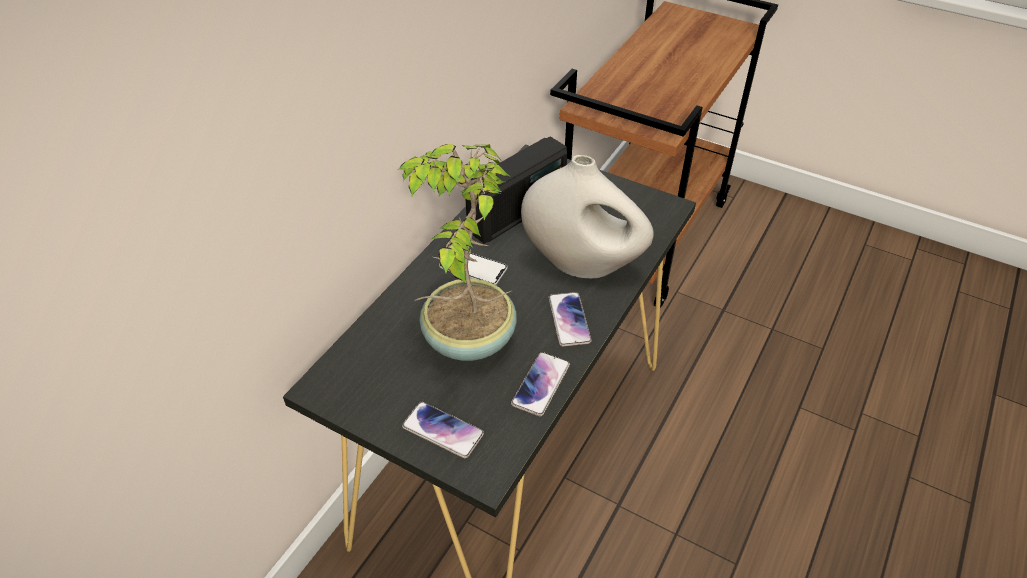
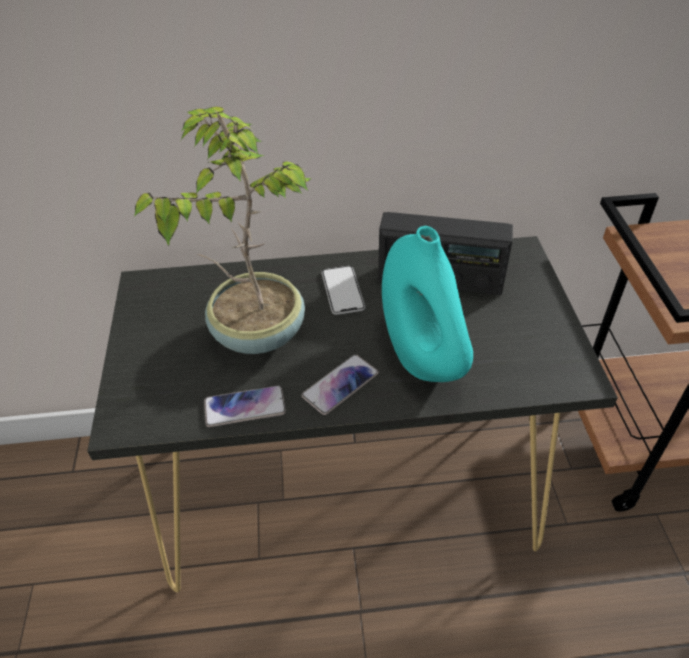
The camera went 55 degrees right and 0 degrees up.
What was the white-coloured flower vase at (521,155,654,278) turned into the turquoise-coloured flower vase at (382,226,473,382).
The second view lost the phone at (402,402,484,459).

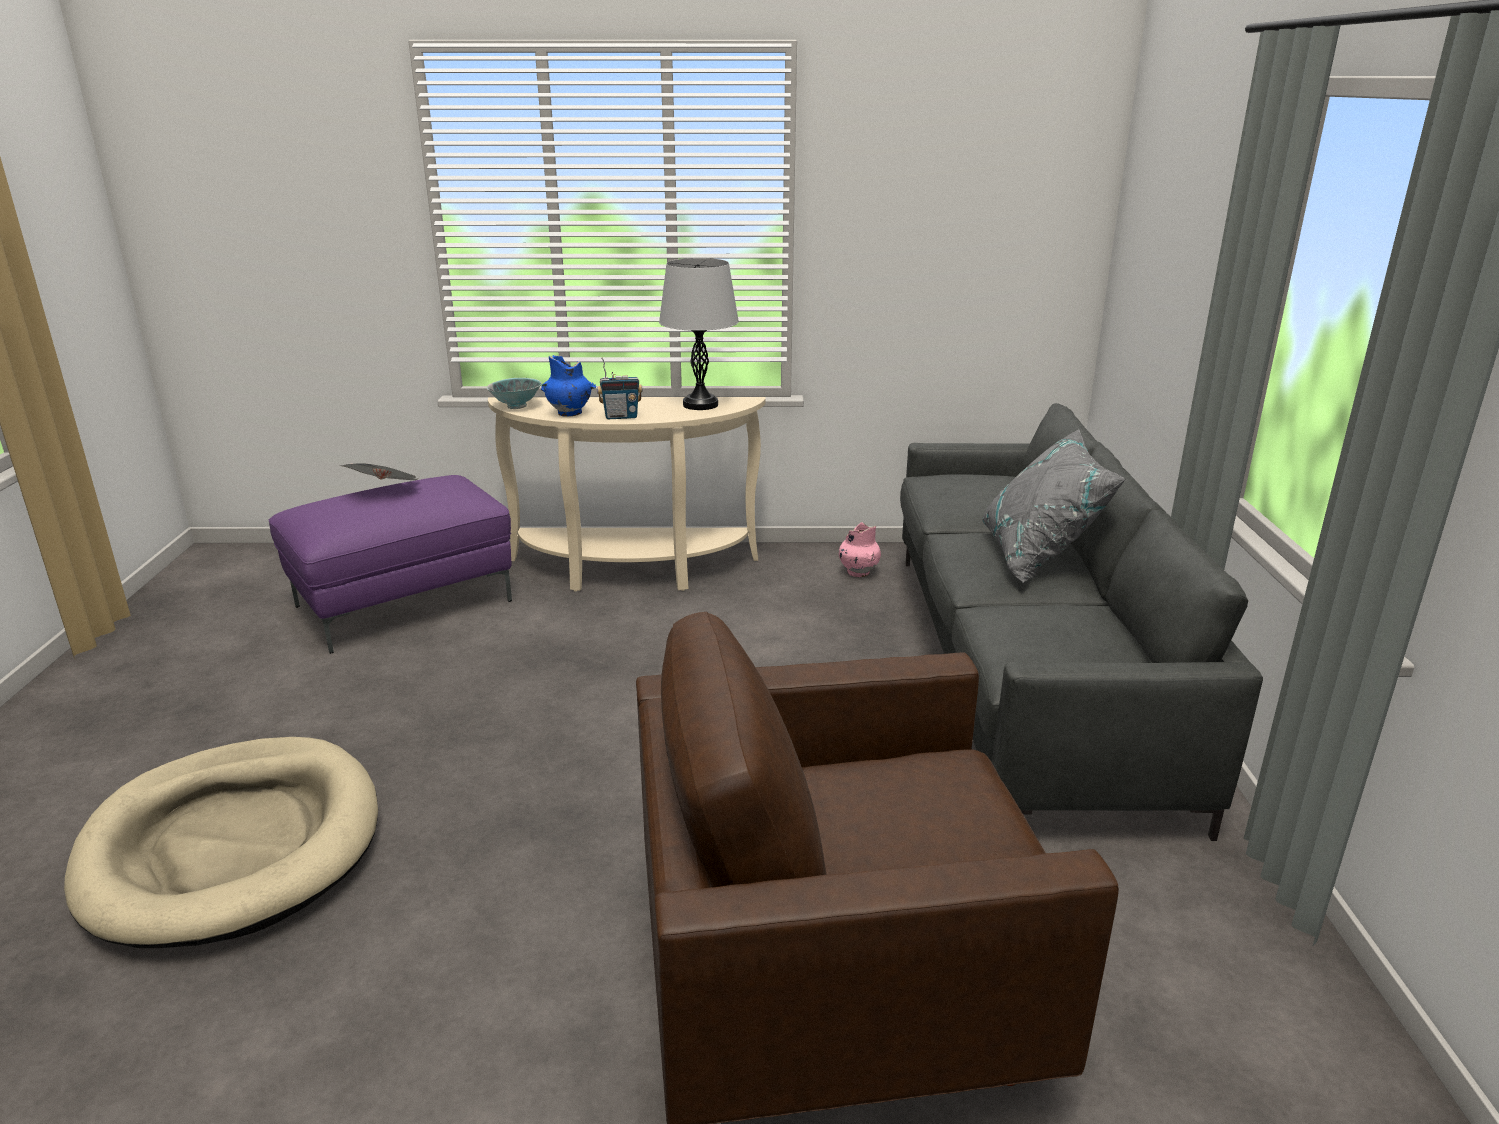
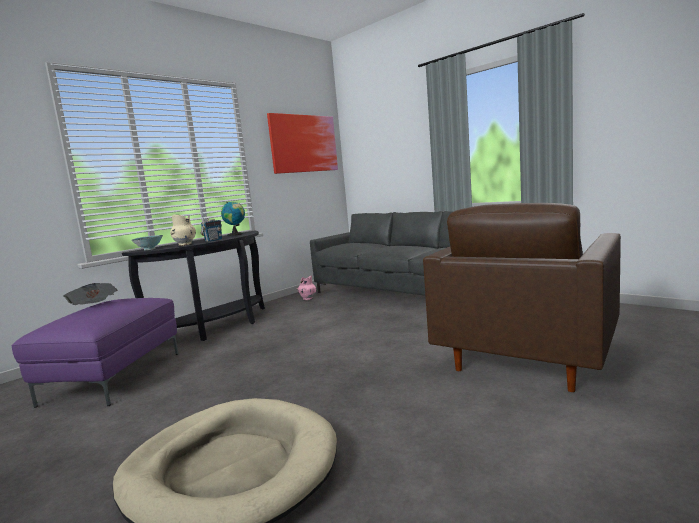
The camera went 45 degrees left and 15 degrees down.
Where the grey lamp for a table stood at (659,258,739,410), the globe came to stand at (221,202,245,236).
What was the blue-coloured flower vase at (541,355,596,417) turned into the beige-coloured flower vase at (170,214,196,246).
What was the beige-coloured narrow table at (488,397,766,591) turned into the black narrow table at (122,231,265,341).
The second view lost the grey cushion at (982,429,1126,582).
The second view gained the wall art at (267,113,338,174).

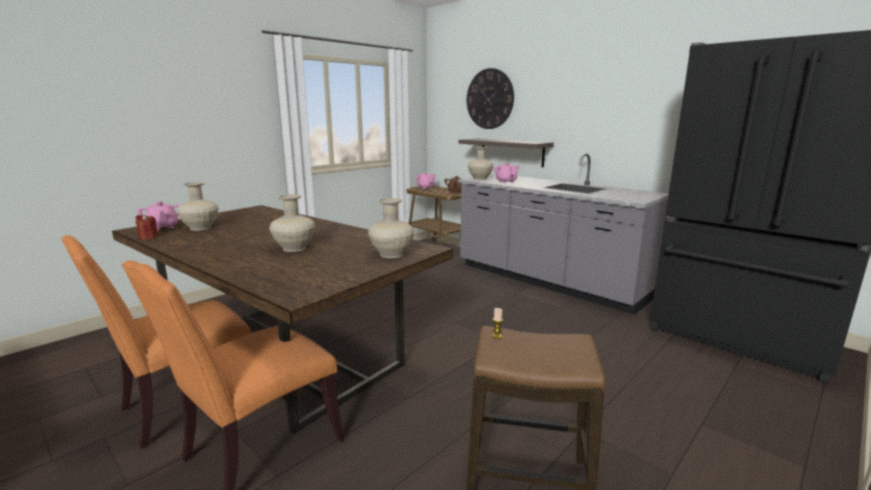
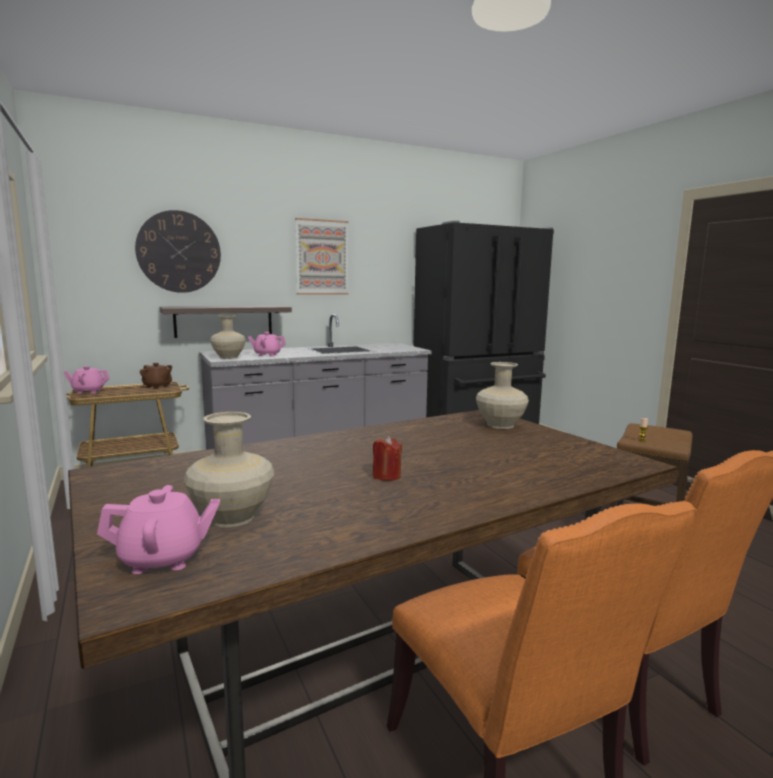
The camera went 70 degrees left and 5 degrees down.
The second view lost the beige-coloured flower vase at (269,194,315,252).
The red wax light ended up elsewhere, having gone from (136,214,158,239) to (373,436,402,481).
The second view gained the wall art at (295,218,348,295).

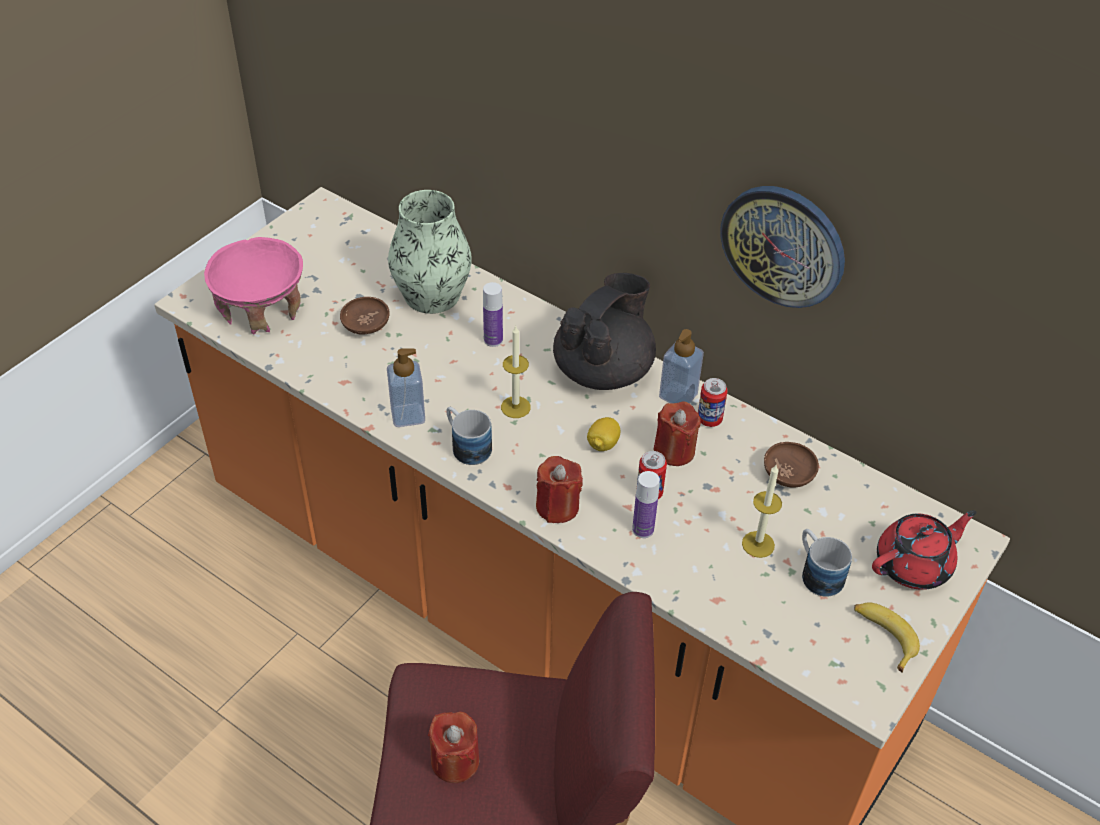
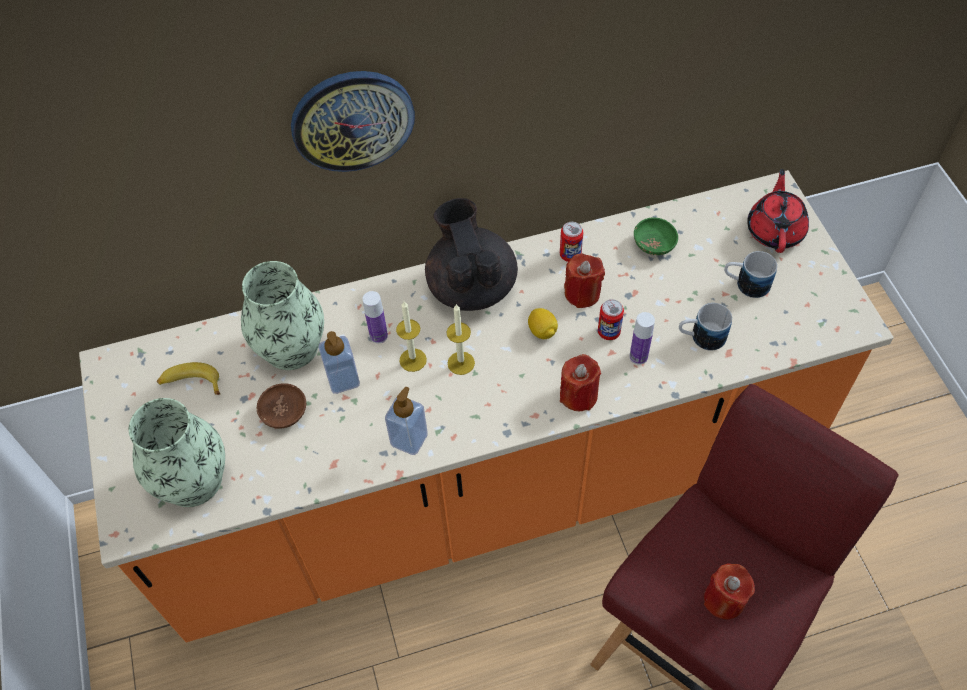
The camera went 50 degrees left and 10 degrees up.
The clock on the wall ended up elsewhere, having gone from (720,186,845,308) to (291,71,415,172).
Where the pink bowl stood at (204,237,303,334), the flower vase came to stand at (129,398,225,507).
The soap bottle ended up elsewhere, having gone from (659,329,704,404) to (319,331,360,394).
The mug ended up elsewhere, having gone from (446,407,492,465) to (679,303,732,351).
What was the brown bowl at (764,442,819,487) turned into the green-coloured bowl at (634,218,678,255).
The wax light ended up elsewhere, having gone from (742,465,782,558) to (396,301,427,372).
The banana ended up elsewhere, having gone from (854,602,920,673) to (157,362,220,395).

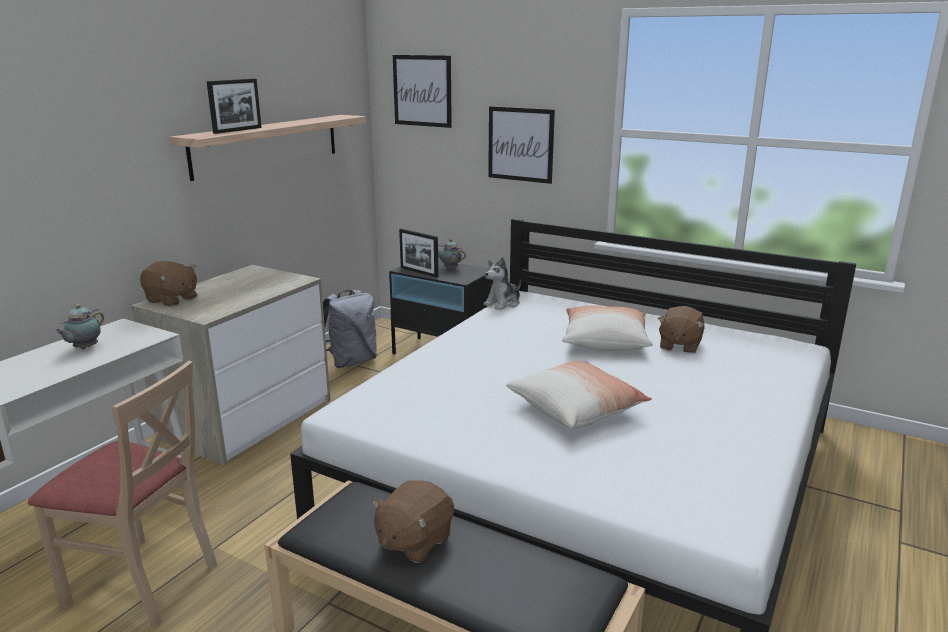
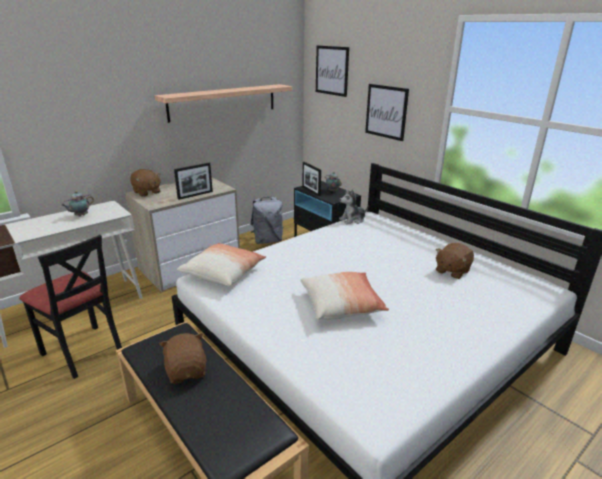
The camera went 20 degrees right and 5 degrees up.
The standing frame ended up elsewhere, having gone from (207,79,262,134) to (174,163,213,200).
The cushion ended up elsewhere, having gone from (562,306,653,351) to (177,243,266,286).
What was the beige-coloured plain chair at (28,361,217,627) turned into the black plain chair at (19,235,122,379).
The brown soft toy at (372,480,454,563) ended up facing another way, 105 degrees clockwise from before.

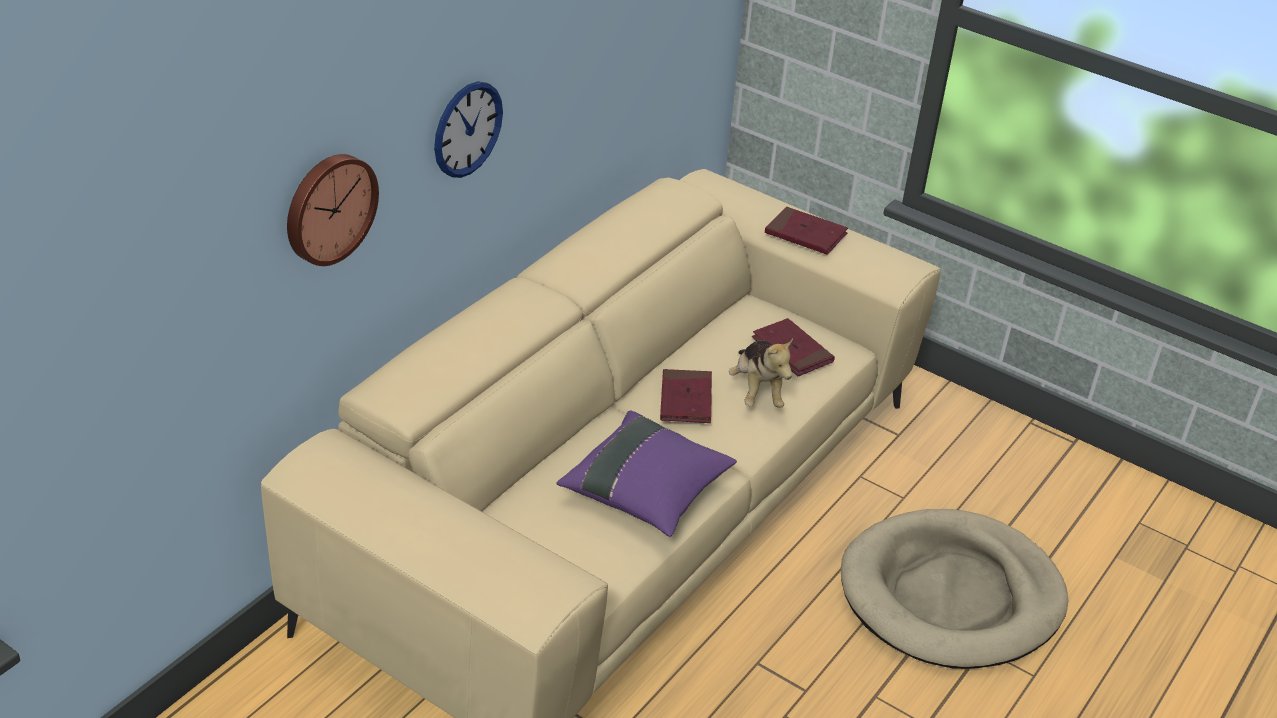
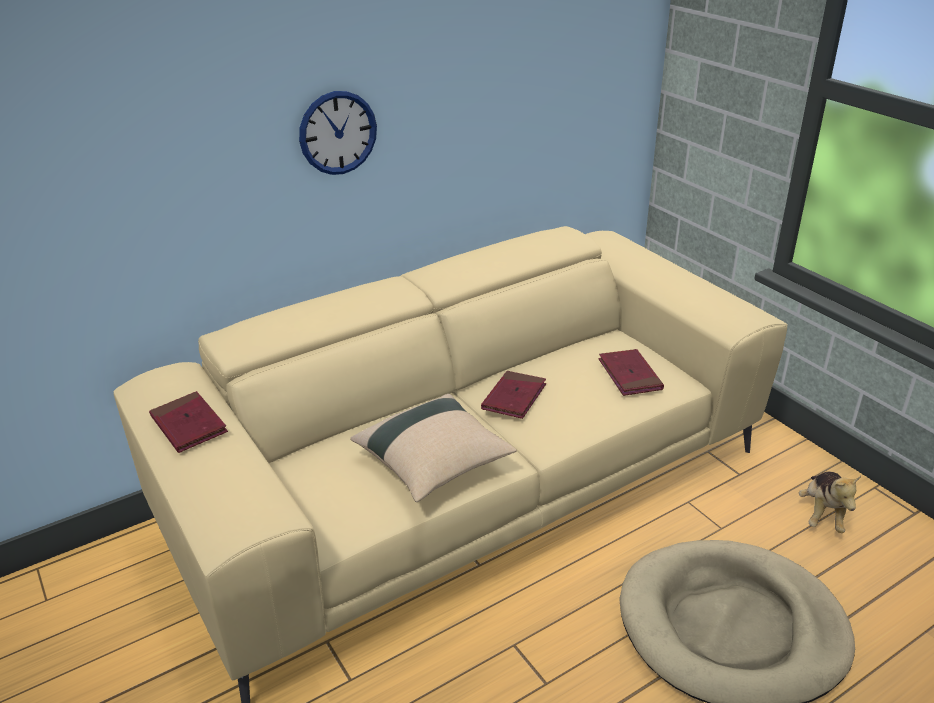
The camera went 25 degrees right and 5 degrees down.
The second view lost the clock on the wall at (287,154,379,266).
The red book ended up elsewhere, having gone from (765,207,848,255) to (149,391,228,453).
The soft toy ended up elsewhere, having gone from (729,339,793,408) to (799,472,861,533).
What was the purple-coloured cushion at (557,411,737,537) turned into the beige-coloured cushion at (350,394,517,502).

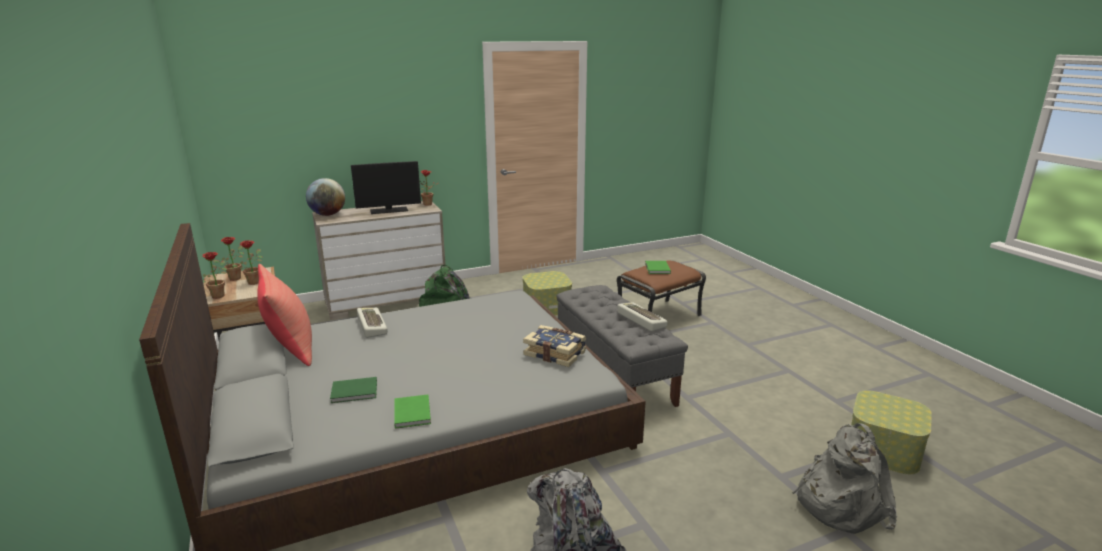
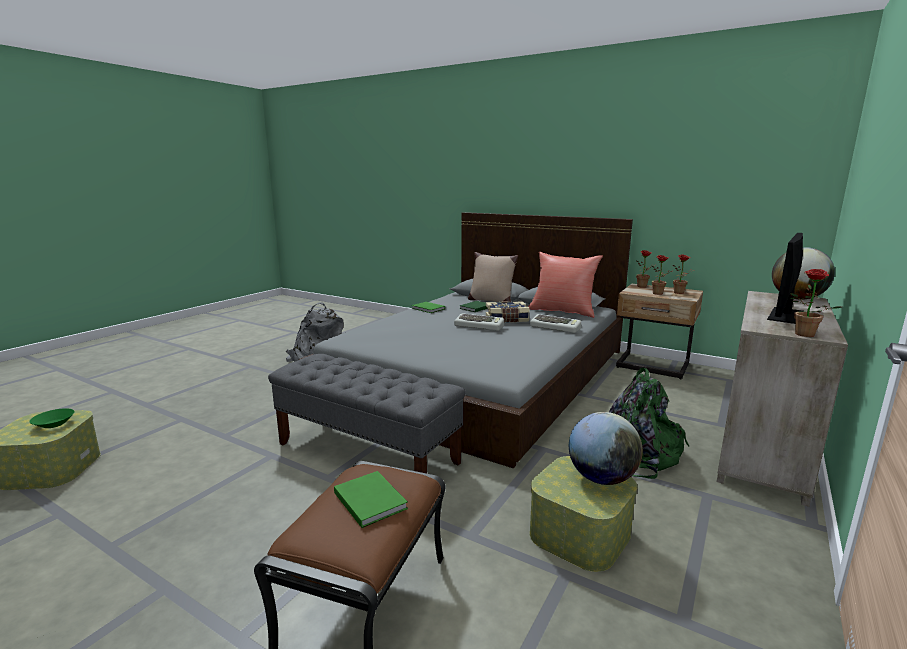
The camera went 145 degrees right and 5 degrees down.
The keyboard ended up elsewhere, having gone from (617,302,667,332) to (454,313,504,331).
The book ended up elsewhere, having gone from (523,325,586,367) to (486,301,530,323).
The second view lost the grey backpack at (792,423,897,534).
The second view gained the beige-coloured cushion at (468,252,518,303).
The second view gained the green-coloured bowl at (30,408,74,428).
The second view gained the globe at (569,412,643,485).

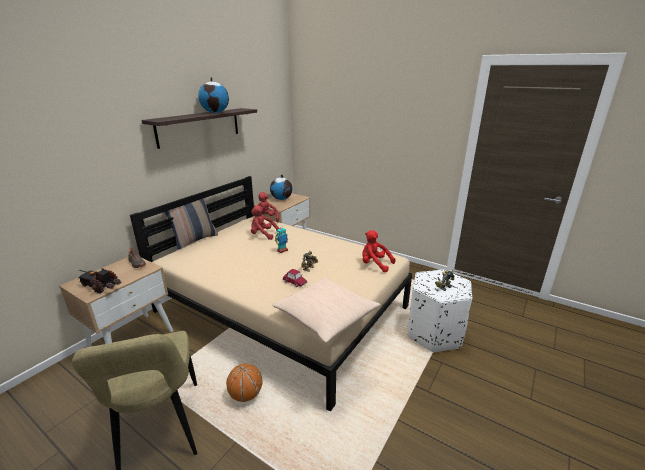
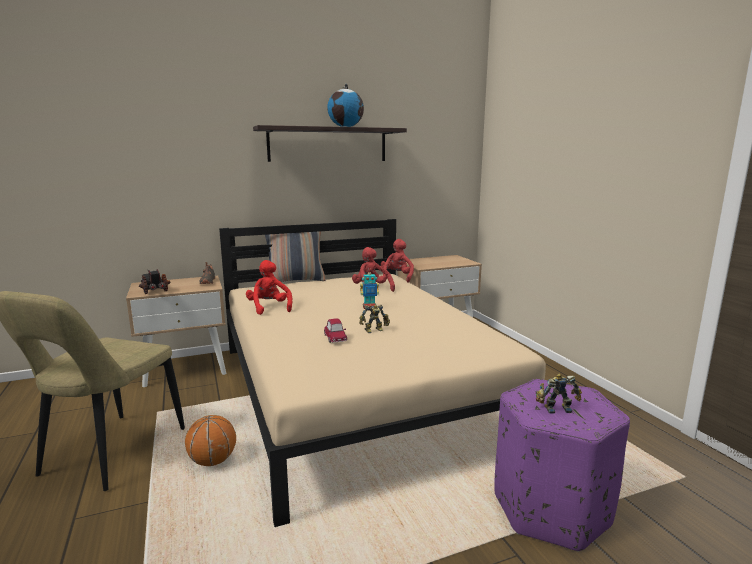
The camera went 35 degrees right and 10 degrees down.
The second view lost the globe at (270,174,292,200).
The red soft toy ended up elsewhere, having gone from (362,230,396,272) to (246,260,292,315).
What was the white-coloured footrest at (407,269,472,353) turned into the purple-coloured footrest at (495,379,630,552).
The second view lost the beige-coloured cushion at (272,277,380,343).

